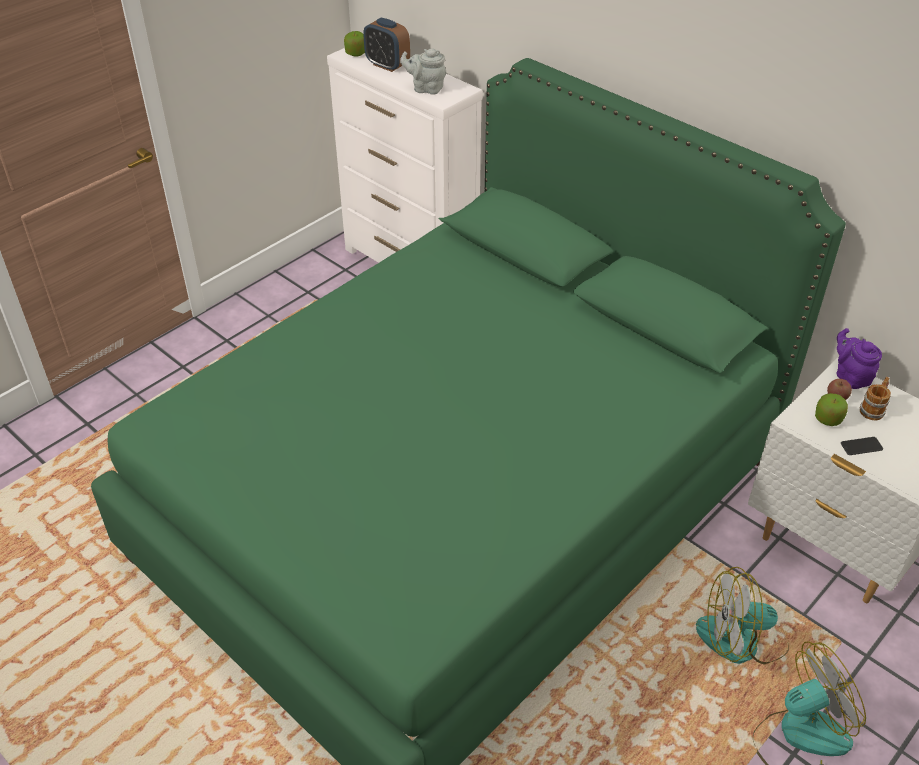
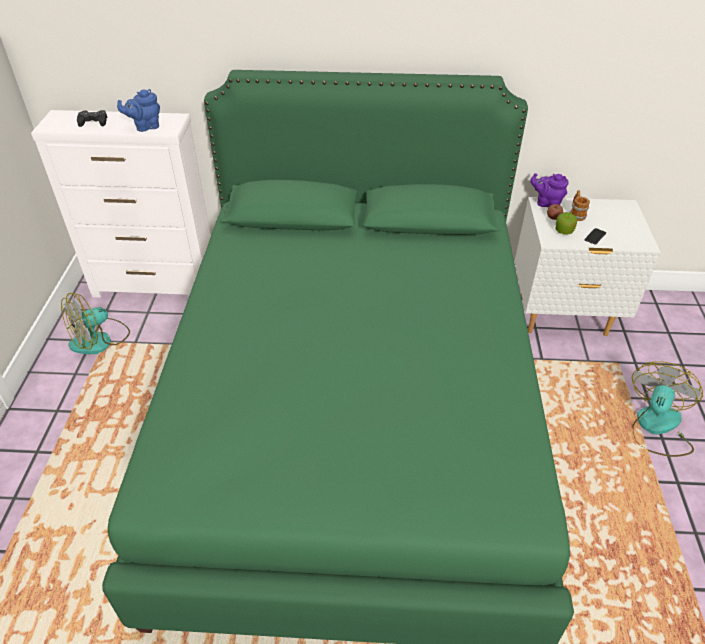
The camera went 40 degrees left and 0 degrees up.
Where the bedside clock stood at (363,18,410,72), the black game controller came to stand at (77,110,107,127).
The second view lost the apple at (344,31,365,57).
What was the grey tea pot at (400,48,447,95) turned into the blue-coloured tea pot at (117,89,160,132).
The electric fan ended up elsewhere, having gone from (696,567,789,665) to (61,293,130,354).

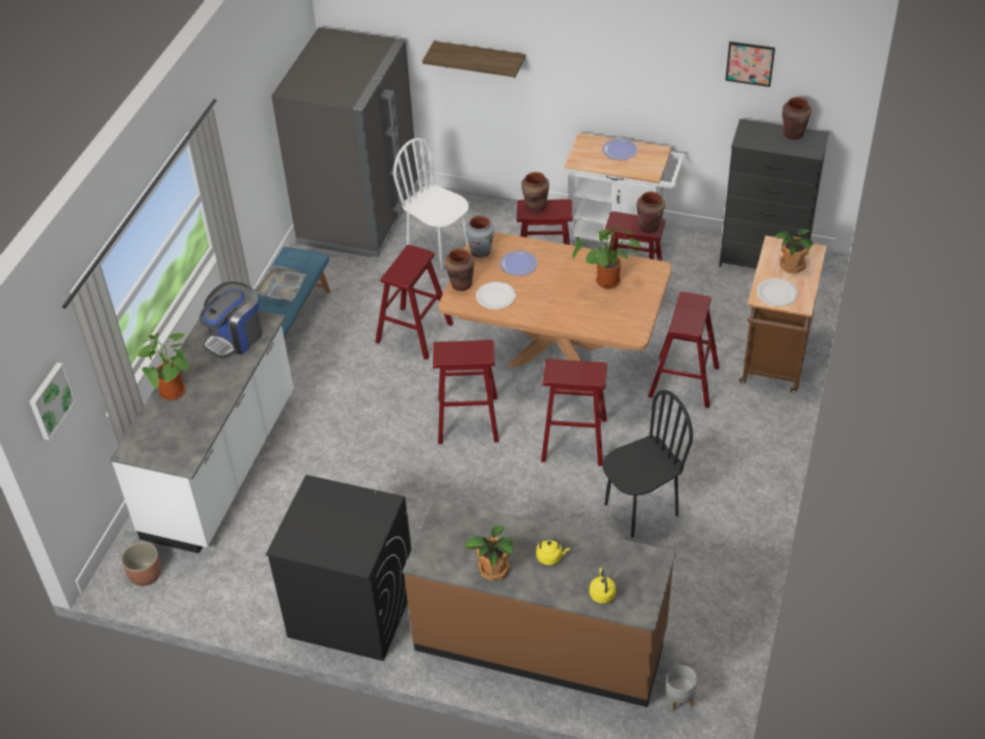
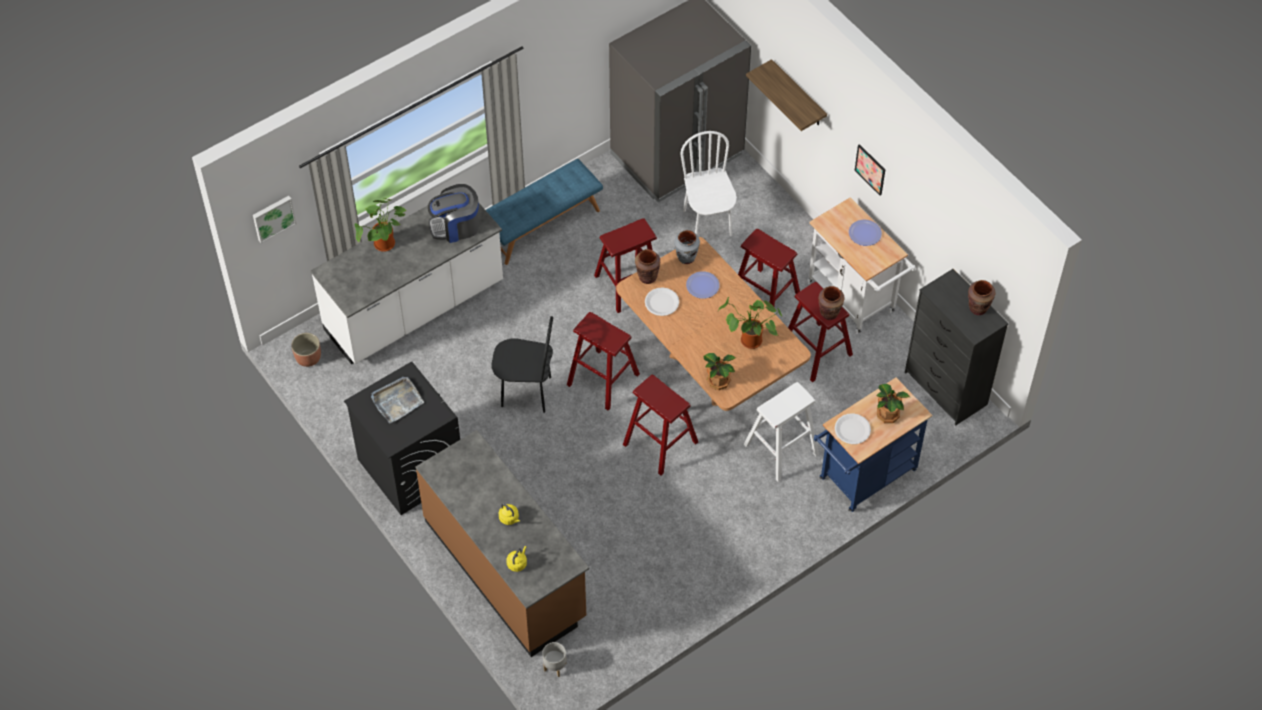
The camera went 35 degrees right and 10 degrees up.
The wall art ended up elsewhere, having gone from (725,41,775,87) to (855,144,885,196).
The second view lost the brown flower vase at (521,172,549,213).
What was the brown cart at (739,236,827,393) turned into the blue-coloured cart at (814,378,932,512).
The grey serving tray ended up elsewhere, having gone from (254,265,306,302) to (371,377,424,423).
What was the red sitting stool at (648,292,719,408) turned into the white-coloured sitting stool at (744,382,819,482).
The black plain chair ended up elsewhere, having gone from (602,390,693,538) to (492,316,553,413).
The houseplant ended up elsewhere, having gone from (464,526,514,581) to (703,353,736,390).

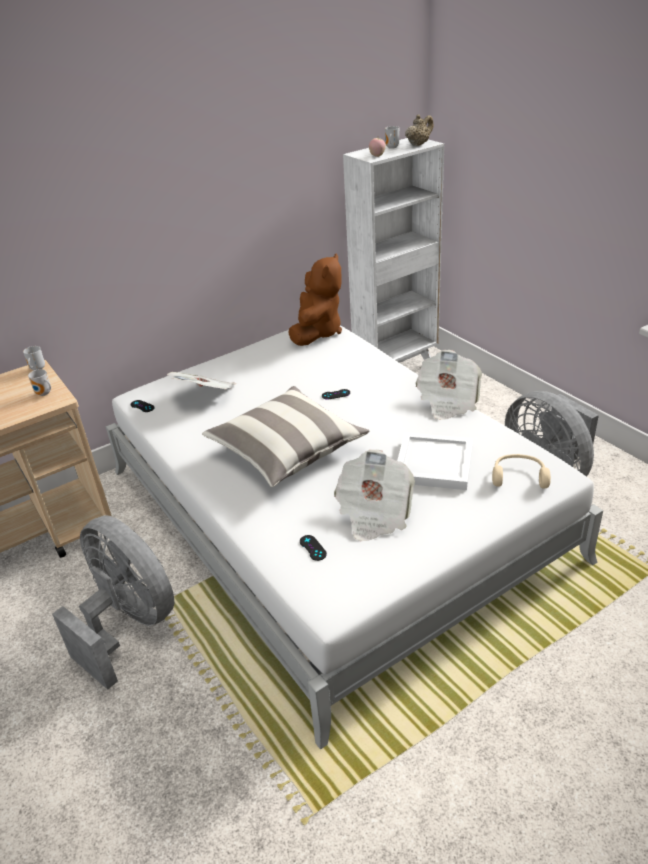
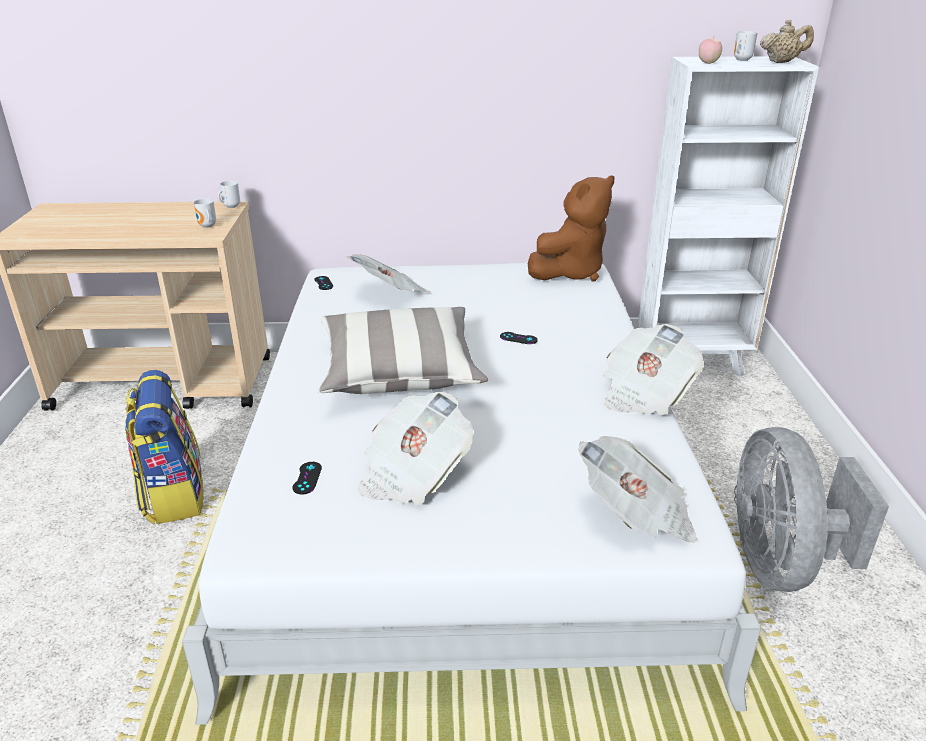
The camera went 30 degrees right and 5 degrees down.
The second view lost the white-coloured serving tray at (397,433,473,490).
Where the beige-coloured headphones stood at (492,454,551,488), the daily paper came to stand at (578,436,698,543).
Where the grey electric fan stood at (52,515,174,690), the backpack came to stand at (125,370,203,525).

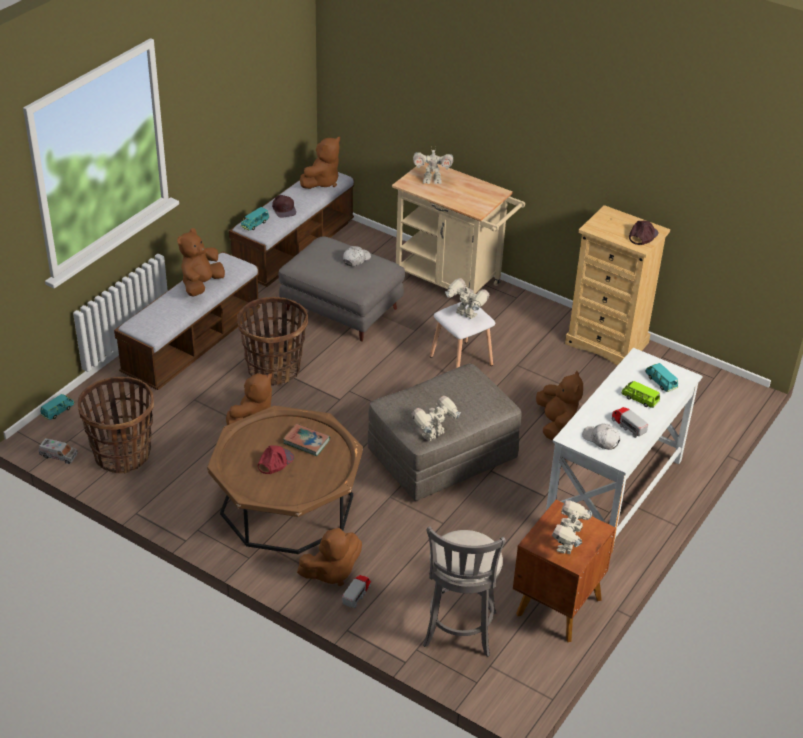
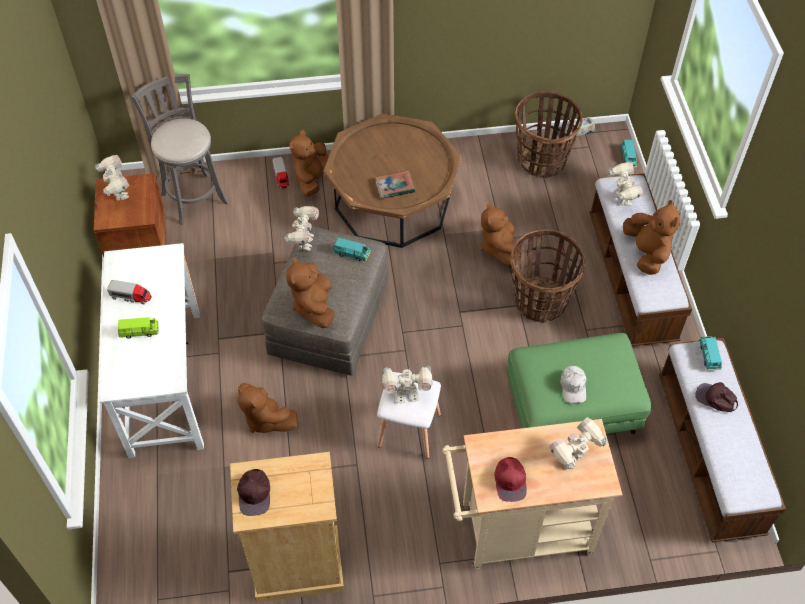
The camera went 140 degrees right and 15 degrees up.
The brown soft toy ended up elsewhere, having gone from (300,137,340,189) to (286,257,335,328).
What was the grey footrest at (278,236,405,342) turned into the green-coloured footrest at (507,333,651,434).
The turquoise-coloured model car ended up elsewhere, having gone from (645,363,678,392) to (333,238,370,261).
The second view lost the white-coloured peaked cap at (582,424,620,450).
The red peaked cap ended up elsewhere, having gone from (258,445,294,474) to (494,457,527,502).
The second view gained the toy robot at (608,162,643,206).

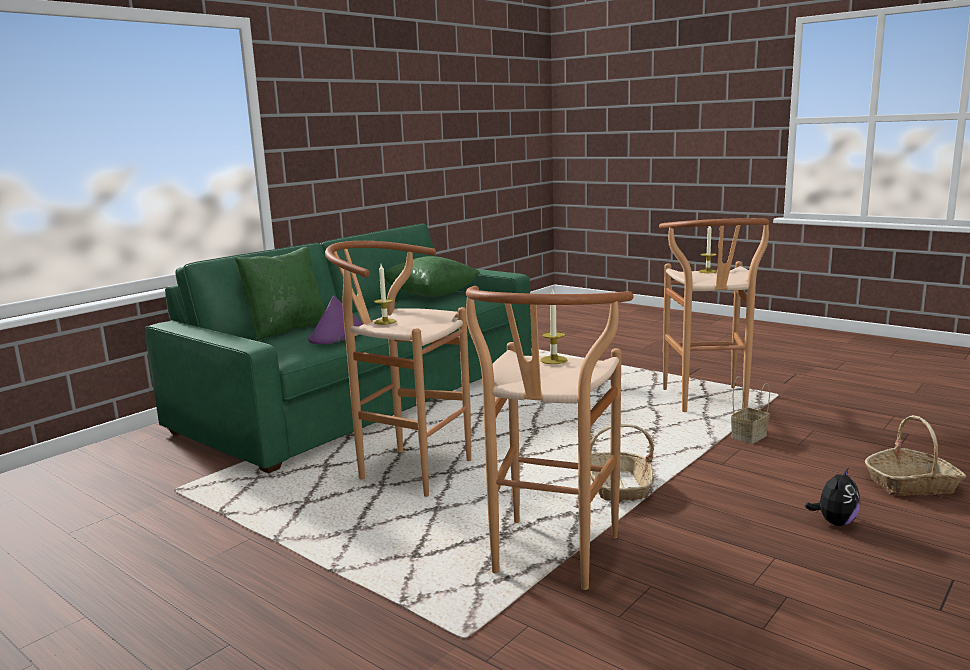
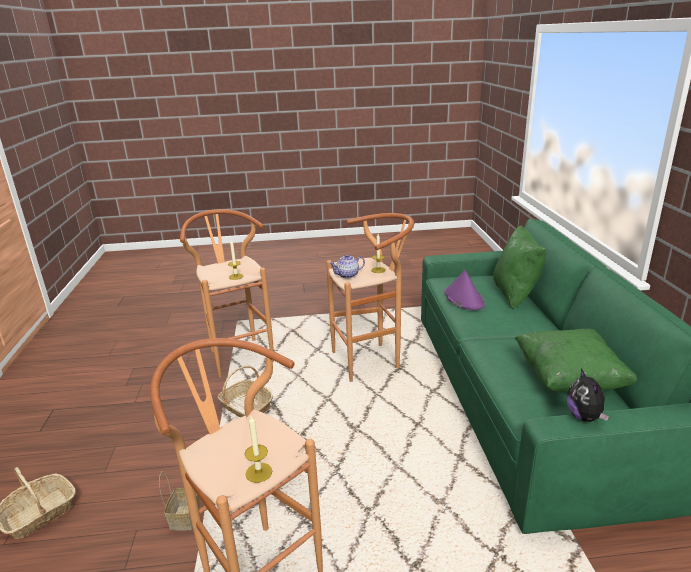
The camera went 135 degrees right and 10 degrees up.
The soft toy ended up elsewhere, having gone from (805,467,860,526) to (567,368,609,422).
The second view gained the tea pot at (329,254,365,279).

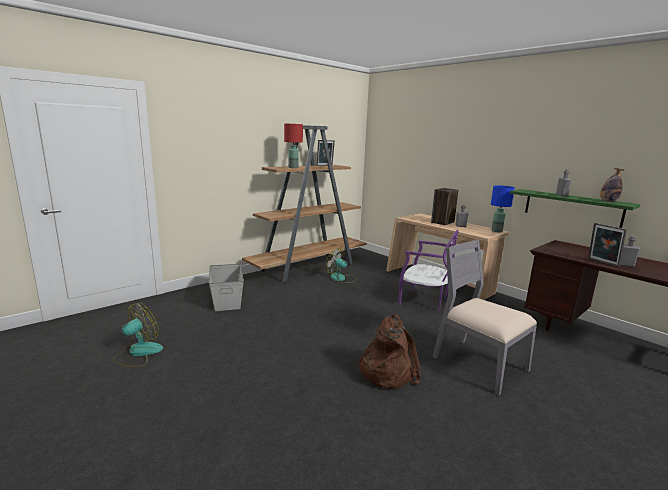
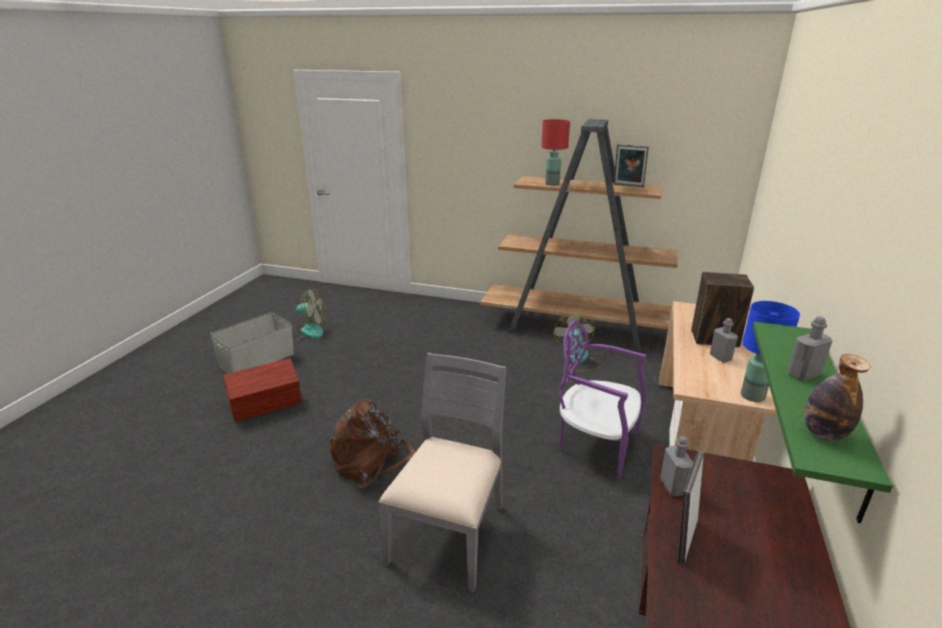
The camera went 60 degrees right and 10 degrees up.
The purple-coloured plain chair at (398,230,459,311) ended up facing another way, 120 degrees clockwise from before.
The grey beverage bottle ended up elsewhere, having gone from (620,236,640,267) to (660,436,693,496).
The grey storage bin ended up elsewhere, having gone from (209,264,244,311) to (210,312,294,374).
The second view gained the brown storage bin at (223,358,302,422).

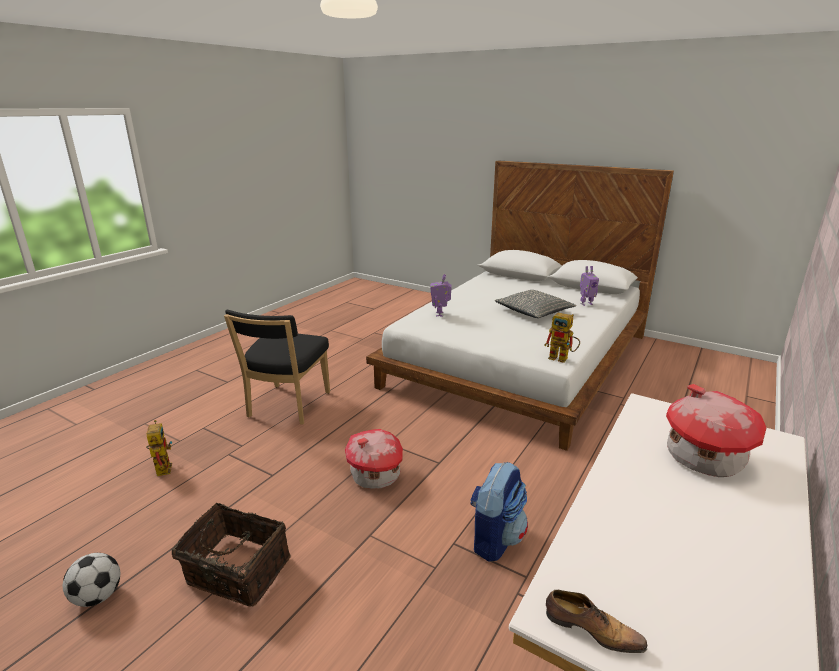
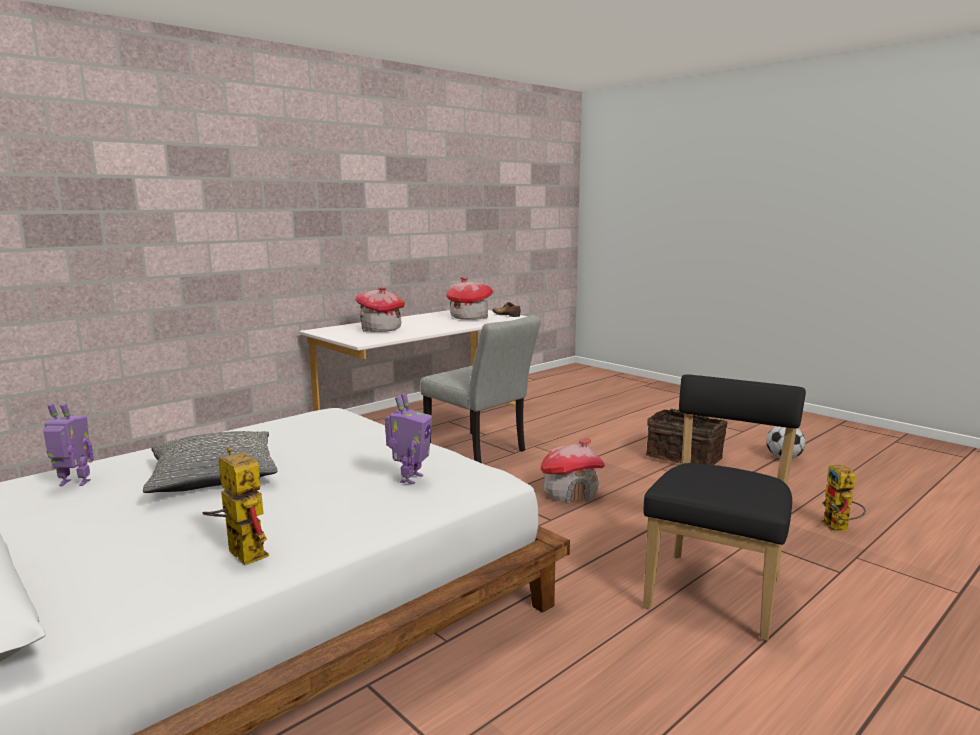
The camera went 165 degrees left and 10 degrees down.
The toy robot ended up elsewhere, having gone from (544,313,580,363) to (203,447,269,565).
Where the backpack stood at (470,462,528,562), the grey plain chair came to stand at (420,315,541,463).
The second view gained the toy house at (447,276,493,320).

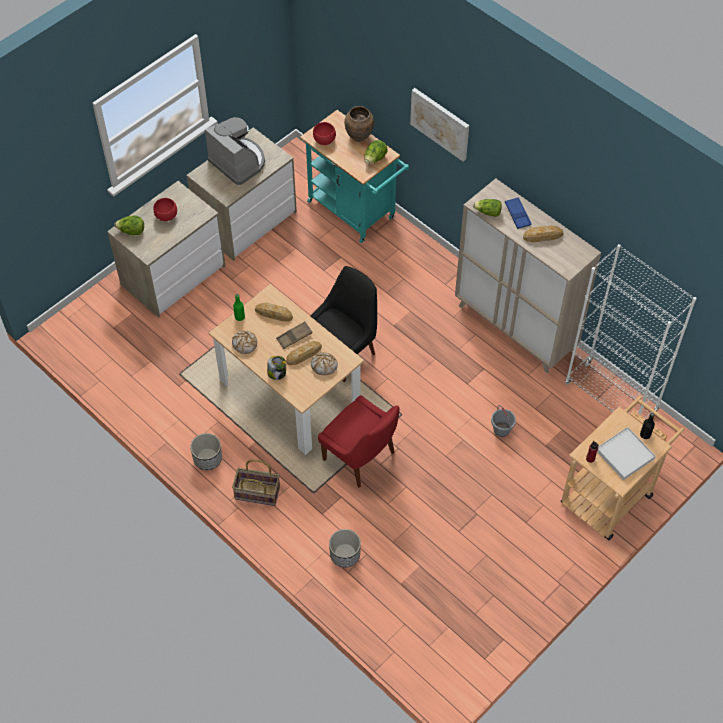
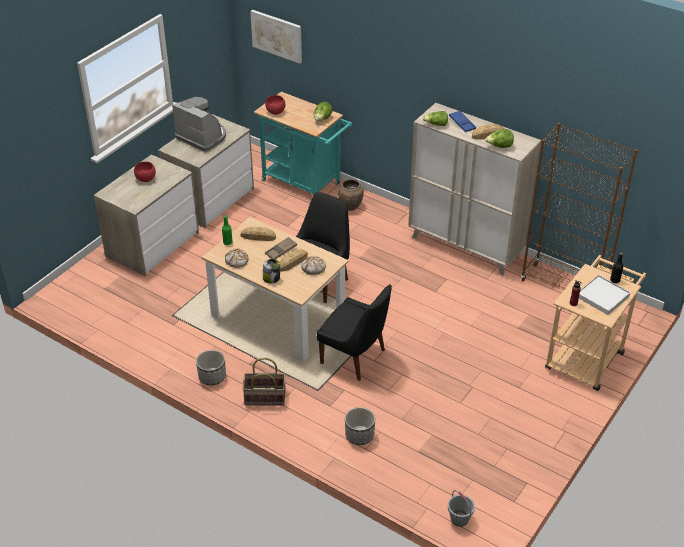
The camera went 10 degrees left and 15 degrees down.
The wall art ended up elsewhere, having gone from (410,88,469,162) to (250,10,302,64).
The brown flower vase ended up elsewhere, having gone from (345,106,374,142) to (338,179,364,211).
The lettuce ended up elsewhere, having gone from (114,216,144,235) to (485,129,514,148).
What was the white-coloured bookshelf at (565,244,697,419) turned into the brown bookshelf at (521,123,638,290).
What was the red plain chair at (318,395,400,488) turned into the black plain chair at (317,284,392,381).
The grey bucket ended up elsewhere, having gone from (491,405,516,437) to (448,490,475,527).

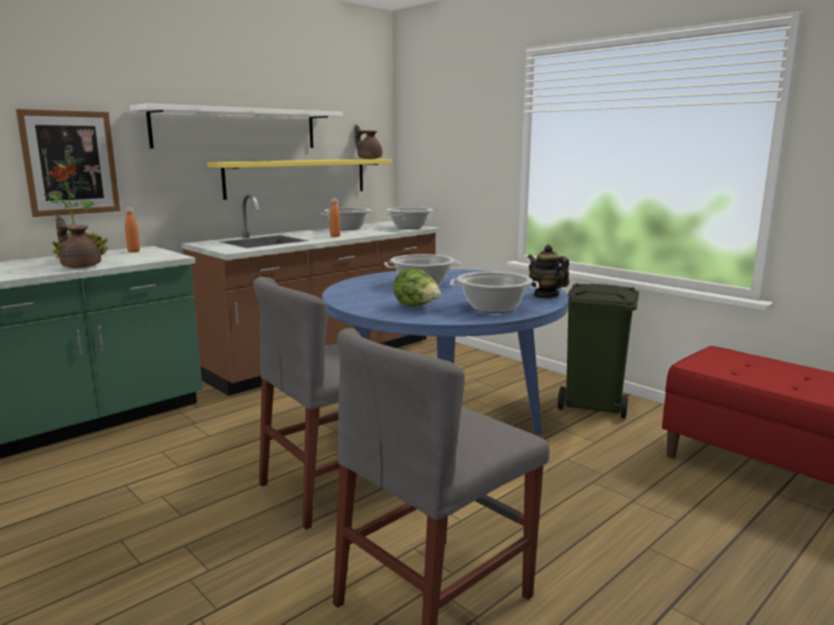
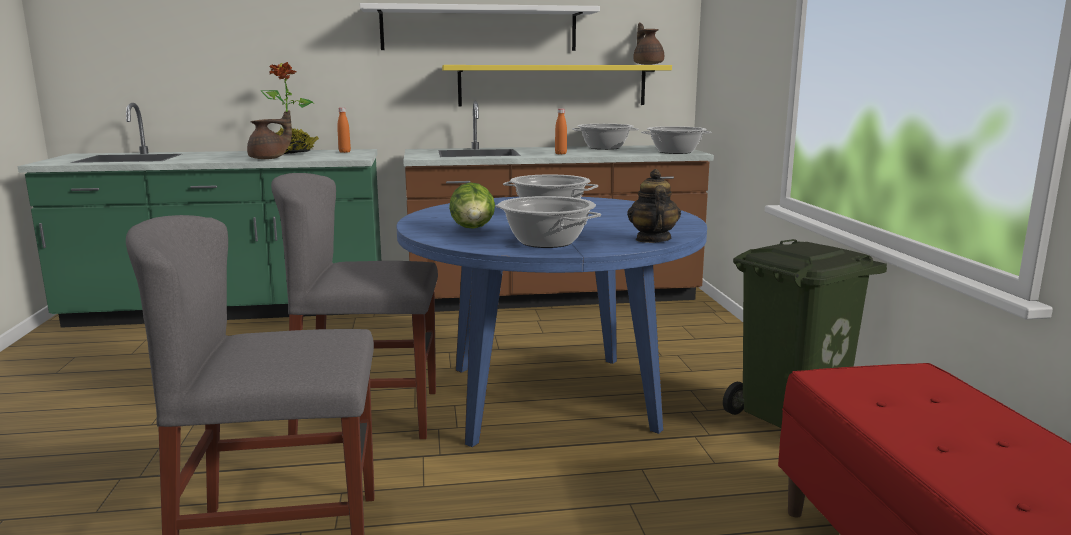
The camera went 35 degrees right and 0 degrees up.
The second view lost the wall art at (16,109,120,217).
The brown tea pot at (56,215,101,268) ended up facing another way, 90 degrees clockwise from before.

